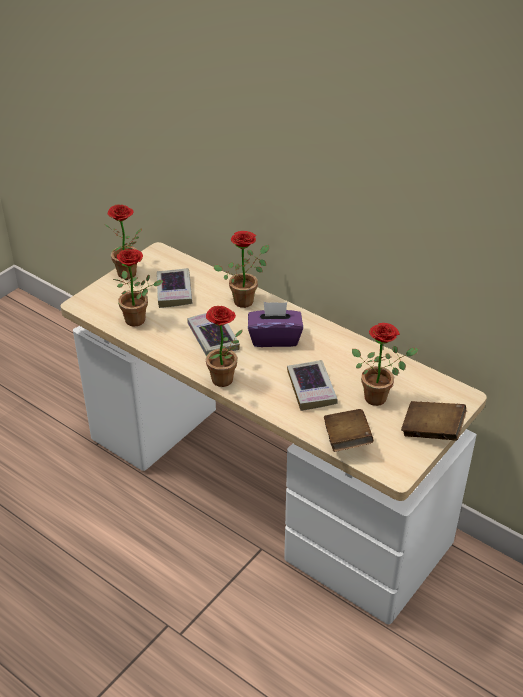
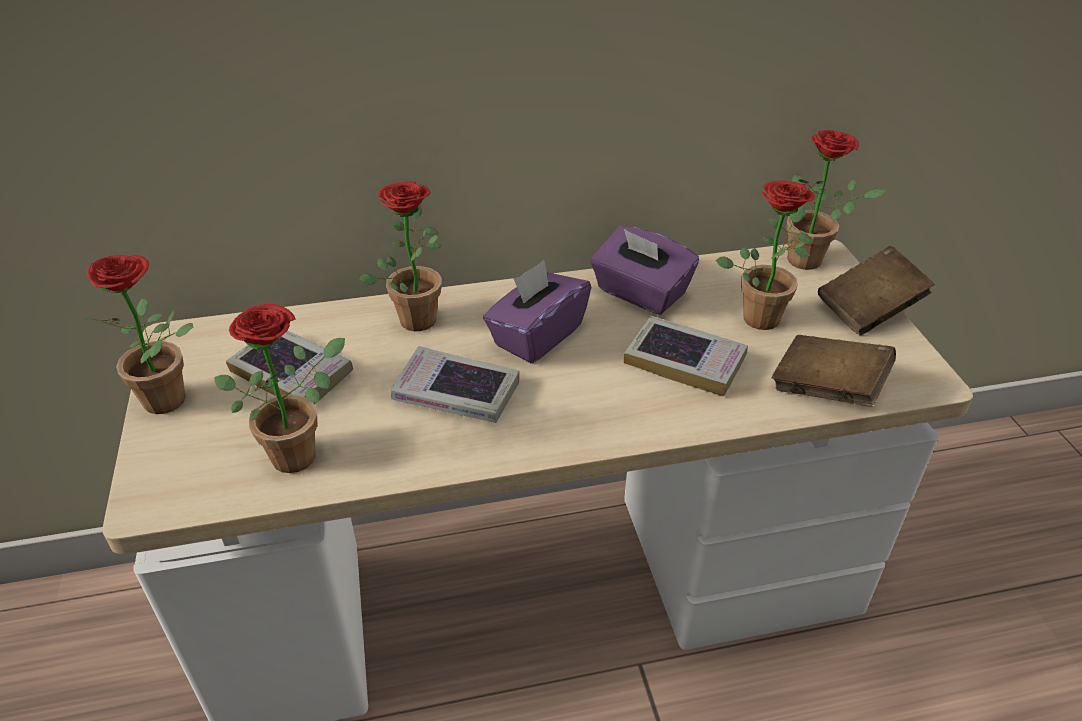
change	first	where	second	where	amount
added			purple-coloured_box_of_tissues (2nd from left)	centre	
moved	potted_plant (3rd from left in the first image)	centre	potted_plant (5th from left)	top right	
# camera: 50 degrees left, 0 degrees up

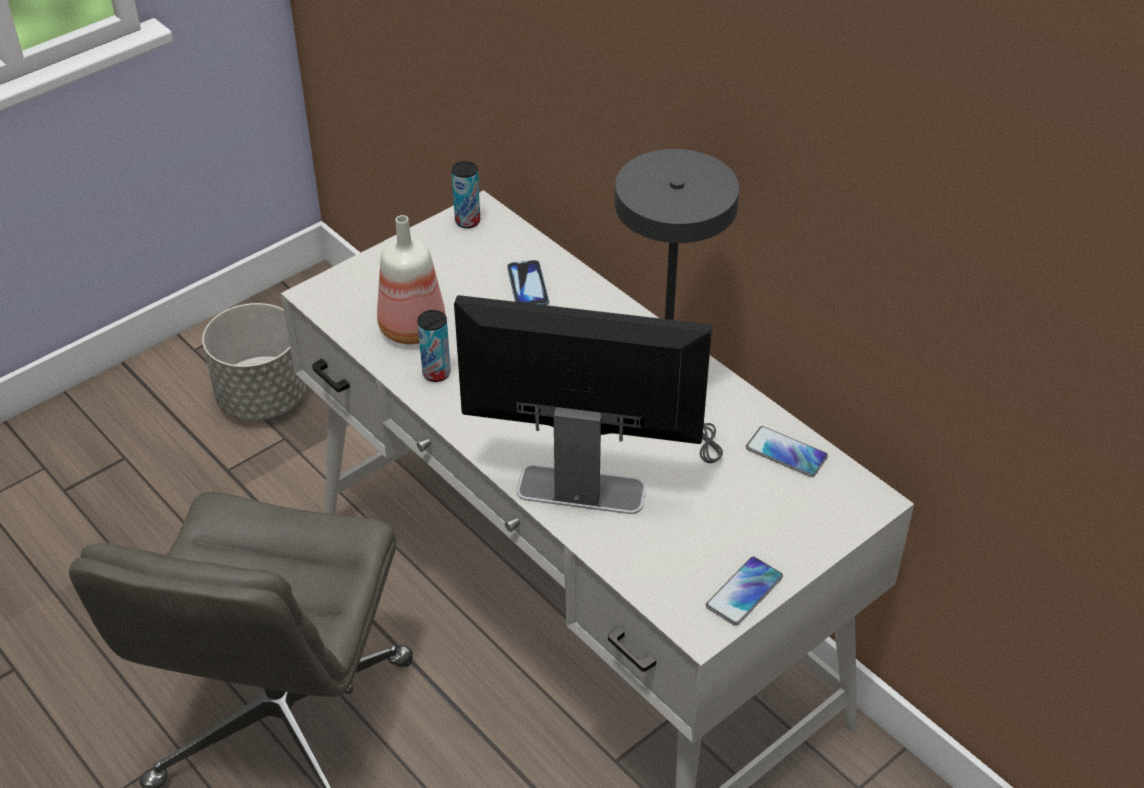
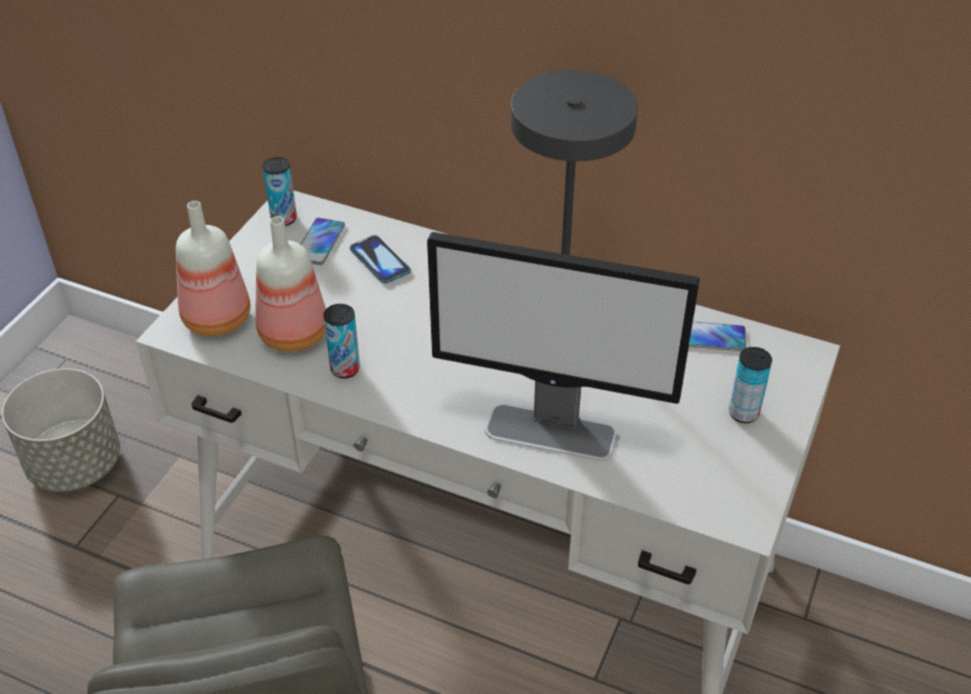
change	first	where	second	where	amount
added			drink_bottle (1st from left)	middle left	
moved	telephone (2nd from left in the first image)	bottom centre	telephone (1st from left)	middle left	
turned	monitor	centre		centre	150 degrees counterclockwise
added			can (3rd from left)	middle right	
# camera: 25 degrees left, 0 degrees up

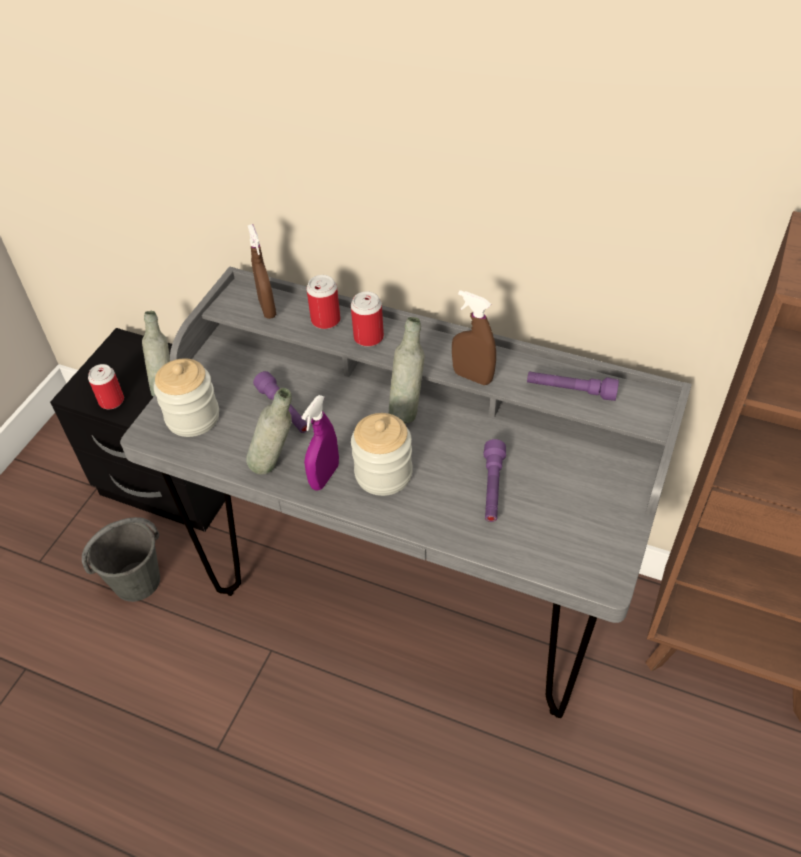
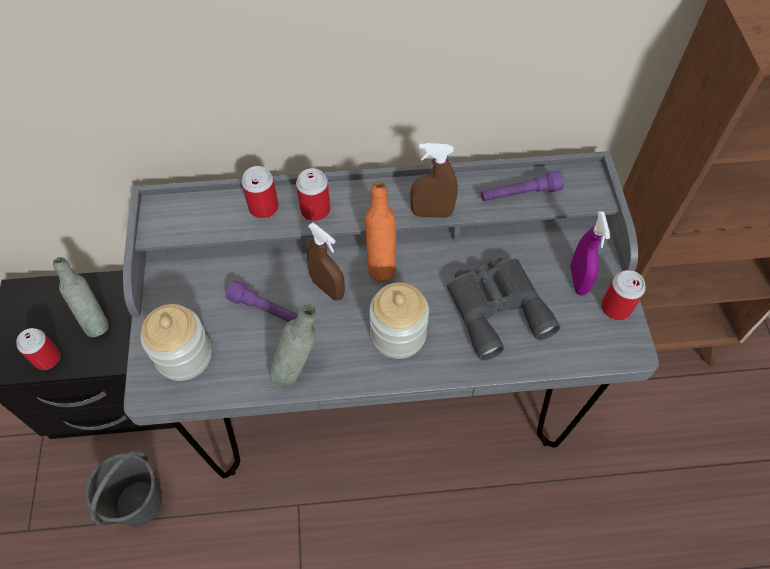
change	first	where	second	where	amount
moved	brownish_hand_sprayer (1st from left)	top left		centre	
recoloured	greyish_drink_bottle (3rd from left)	centre	orange-coloured_drink_bottle	centre	
replaced	purple-coloured_torch (2nd from left)	centre	greyish_pair_of_binoculars	centre	
moved	purple-coloured_hand_sprayer	centre		middle right	
added			can (4th from left)	middle right	
# camera: 30 degrees left, 10 degrees up

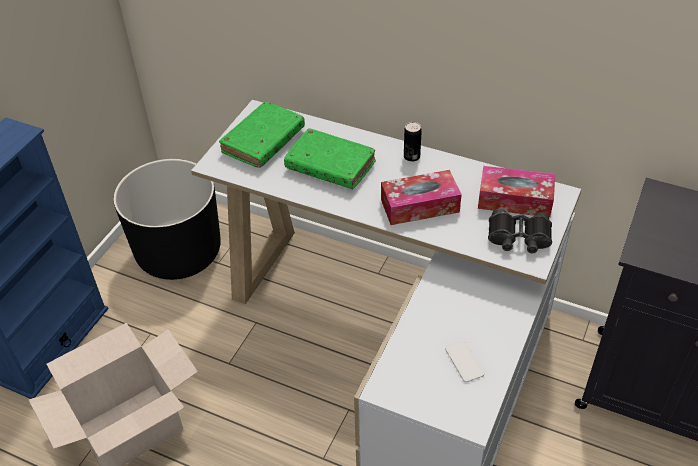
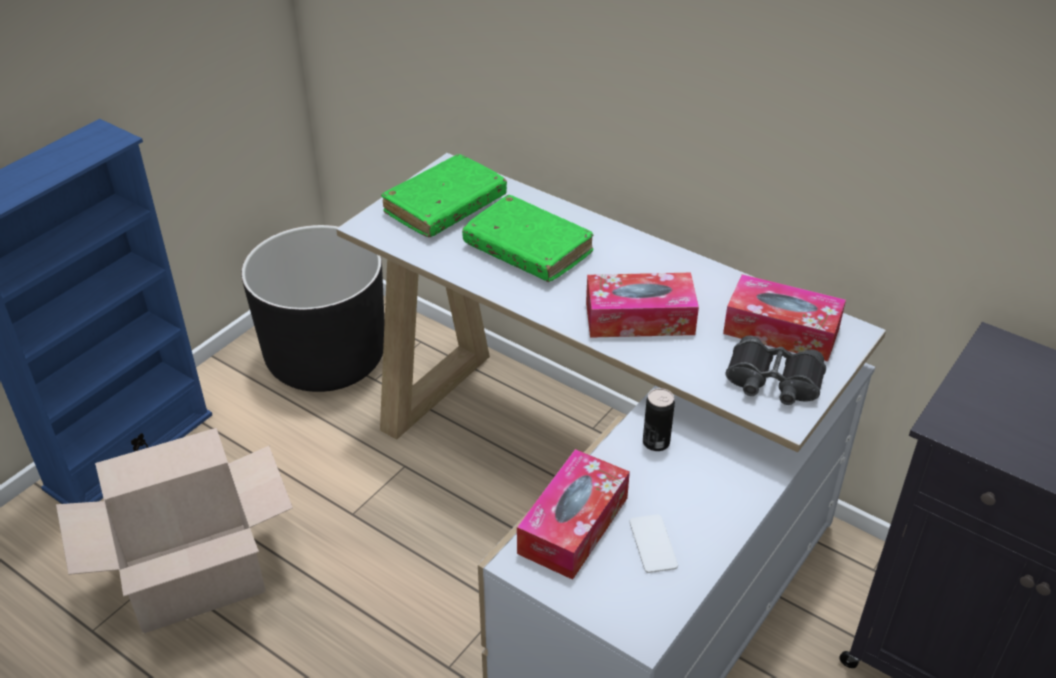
change	first	where	second	where	amount
added			box_of_tissues (1st from left)	bottom centre	
moved	can	top centre		centre	
# camera: 10 degrees right, 5 degrees down

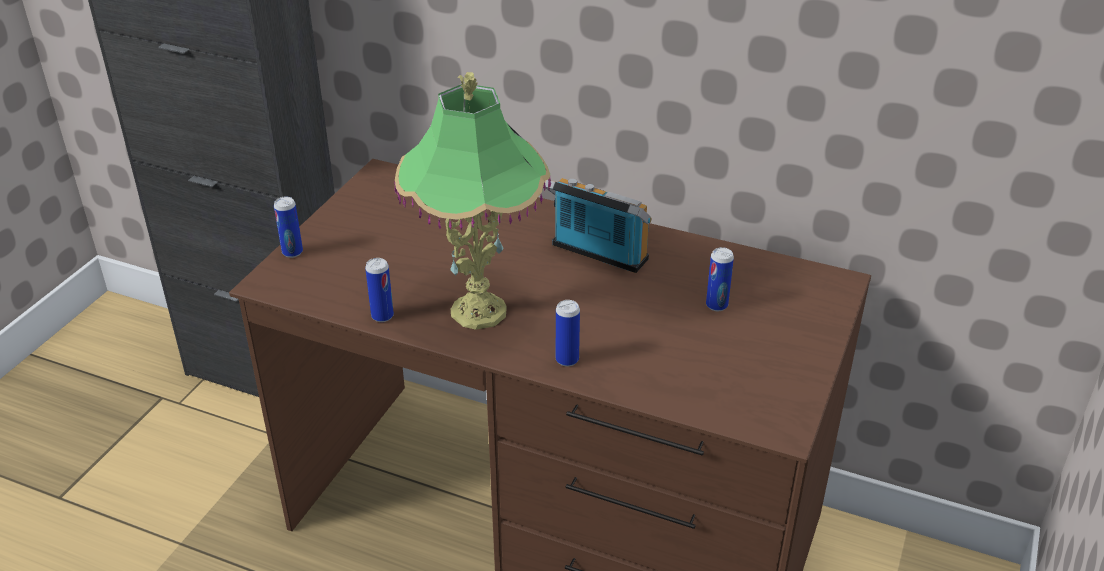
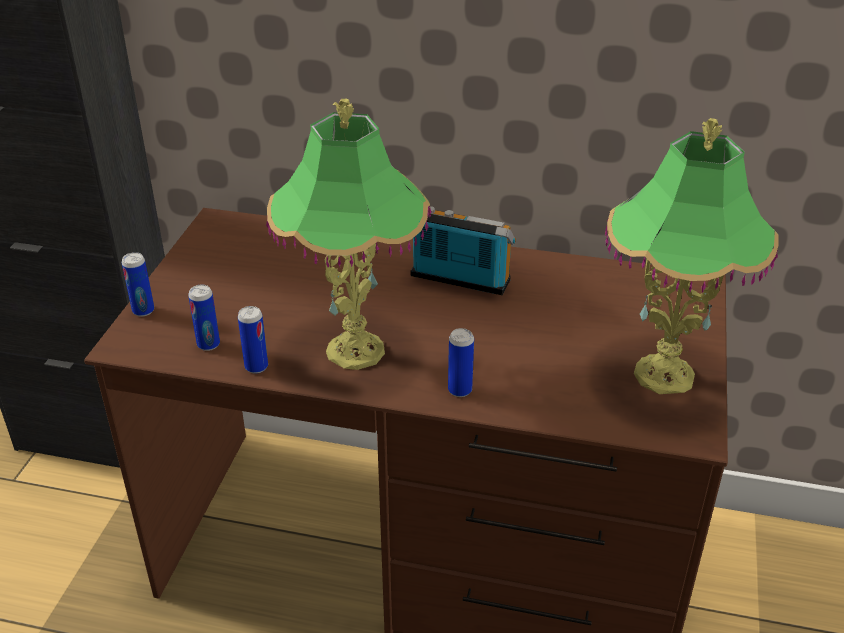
change	first	where	second	where	amount
moved	can (4th from left in the first image)	centre	can (2nd from left)	middle left	
added			tabletop_lamp (2nd from left)	middle right	
# camera: 10 degrees left, 0 degrees up

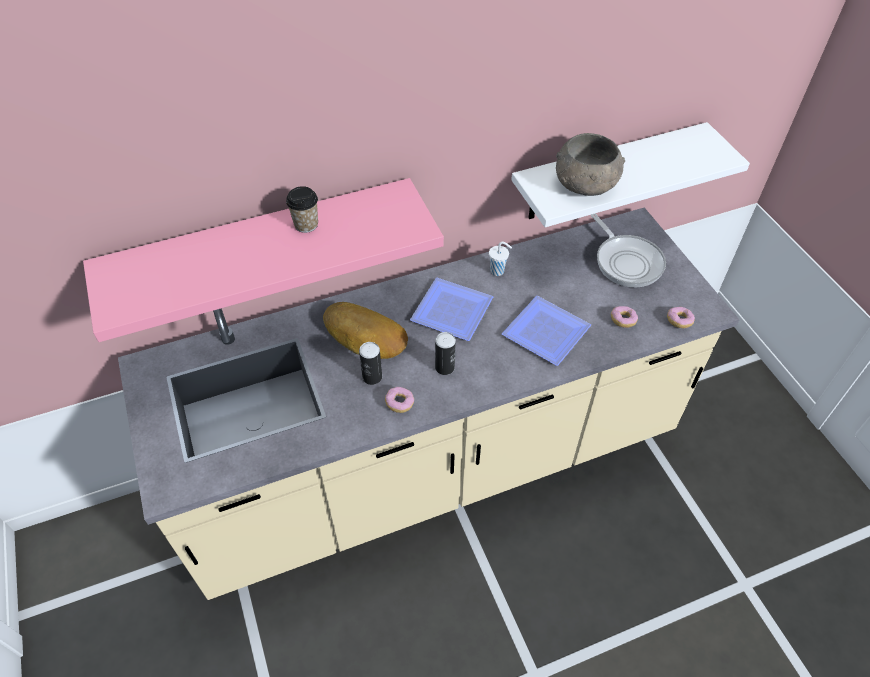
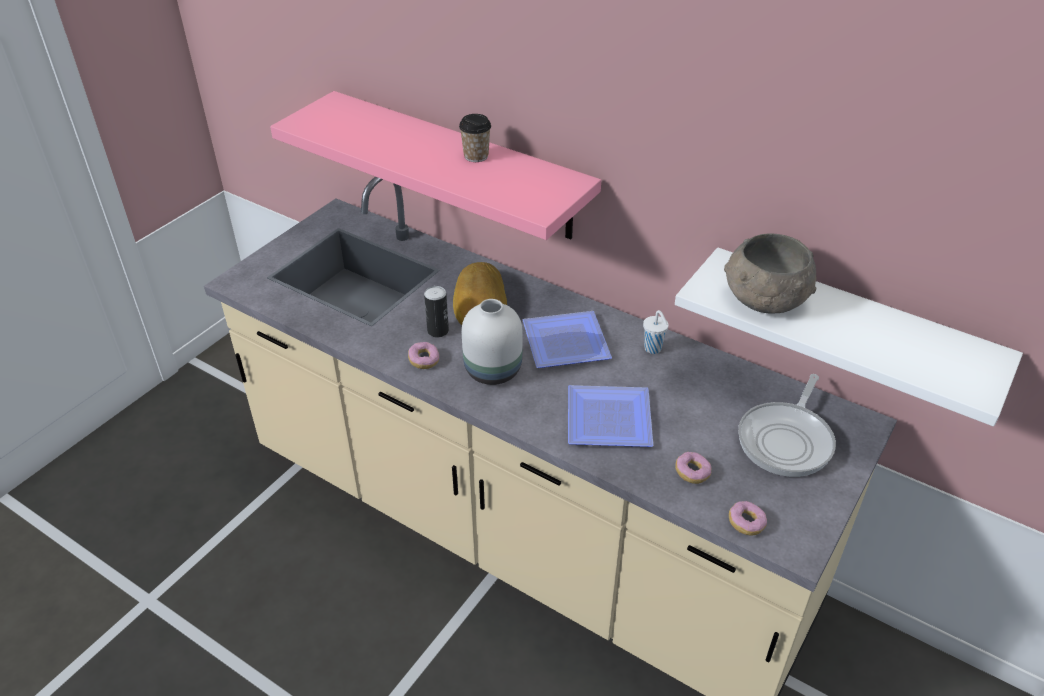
change	first	where	second	where	amount
replaced	can (2nd from left)	centre	white_vase	centre	
# camera: 55 degrees right, 10 degrees down

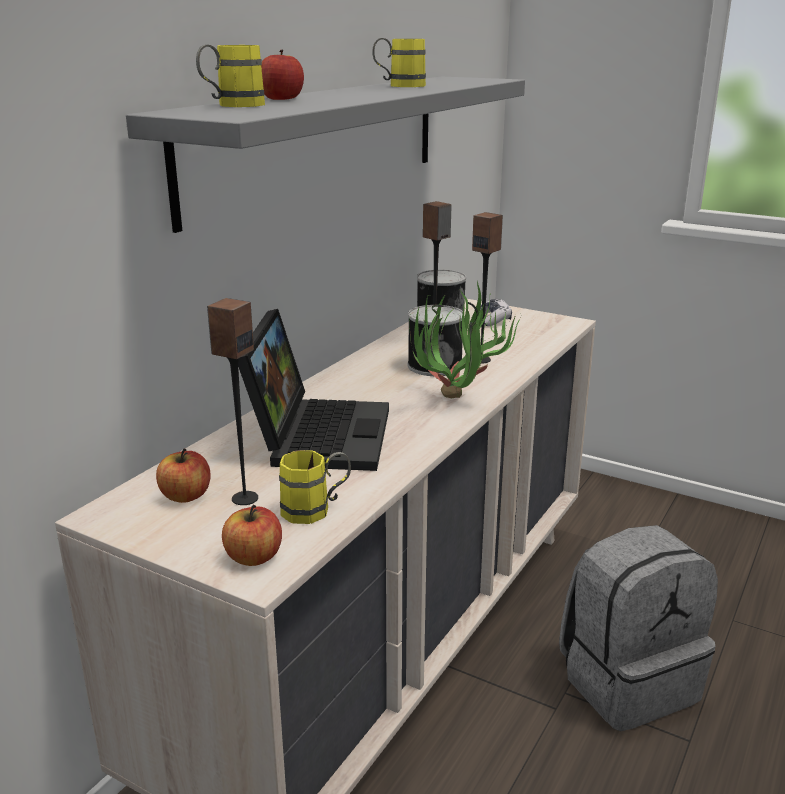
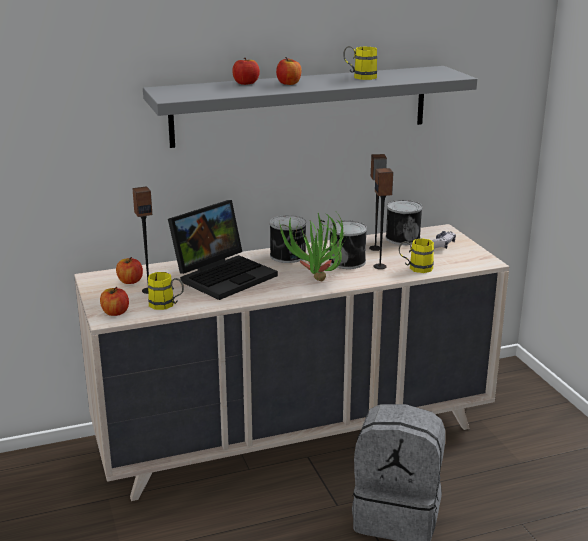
change	first	where	second	where	amount
added			can (1st from left)	centre	
added			whole_apple (4th from left)	top centre	
moved	yellow_mug (1st from left in the first image)	top left	yellow_mug (3rd from left)	middle right	
# camera: 40 degrees right, 0 degrees up

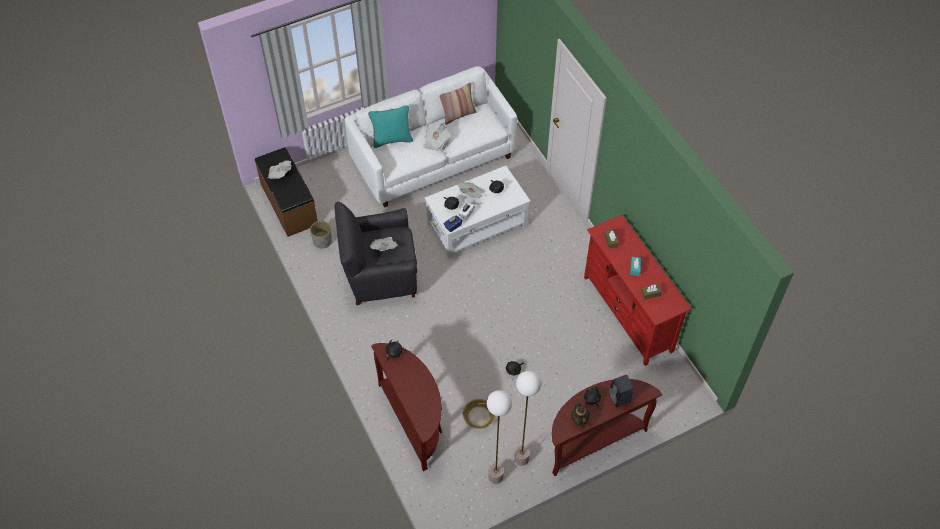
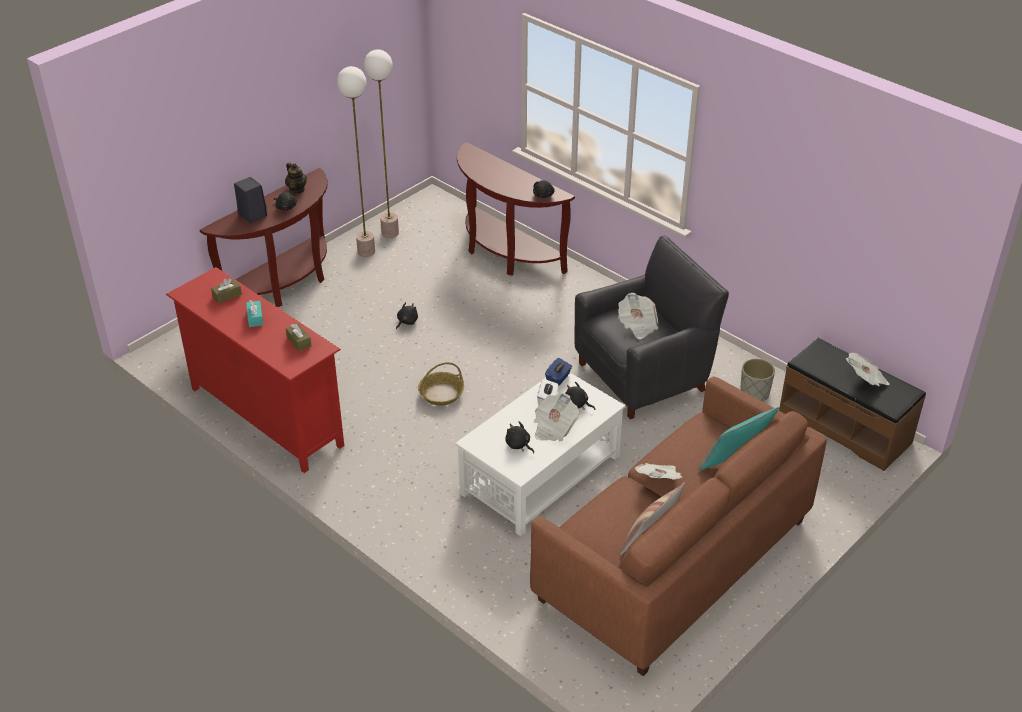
change	first	where	second	where	amount
moved	basket	bottom centre		centre	
recoloured	white_sofa	top centre	brownish_sofa	bottom centre	
# camera: 160 degrees right, 15 degrees down

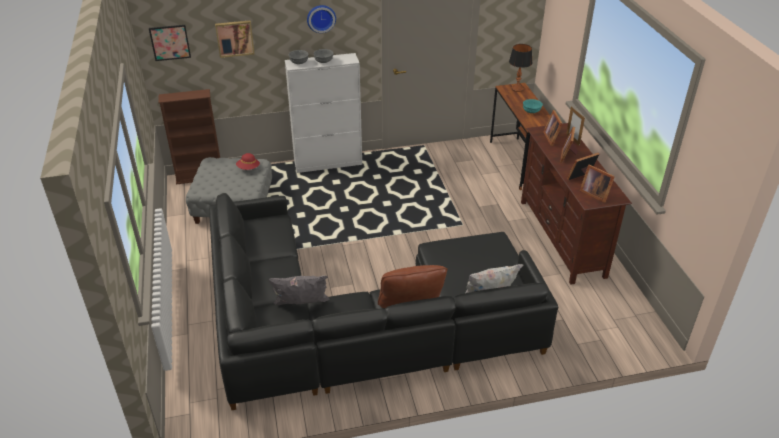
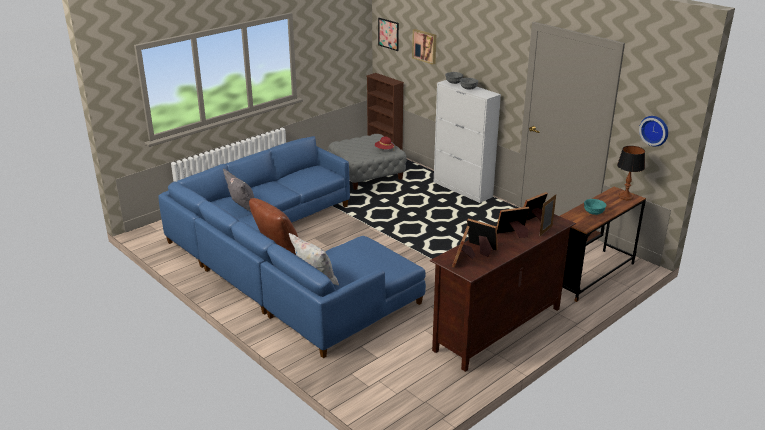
change	first	where	second	where	amount
recoloured	blackish_sofa	bottom centre	blue_sofa	centre	
moved	hanging_clock	top centre		top right	
# camera: 60 degrees right, 10 degrees down

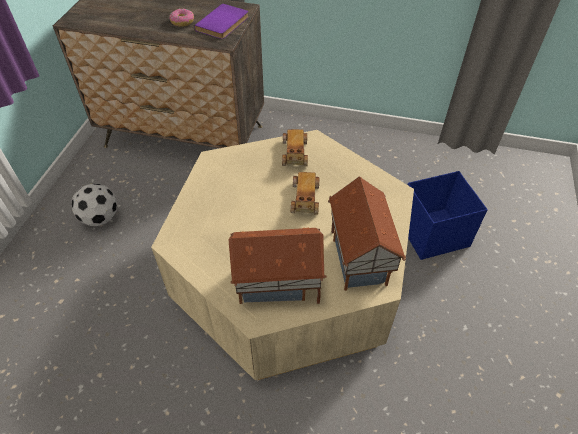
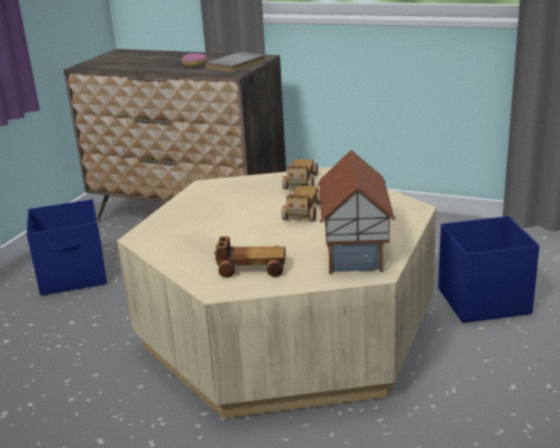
change	first	where	second	where	amount
replaced	football_ball	middle left	blue_storage_bin (1st from left)	middle left	
recoloured	purple-coloured_bound_book	top centre	greyish_bound_book	top centre	
replaced	miniature_house (1st from left)	centre	model_car (1st from left)	centre	
# camera: 10 degrees right, 25 degrees down

